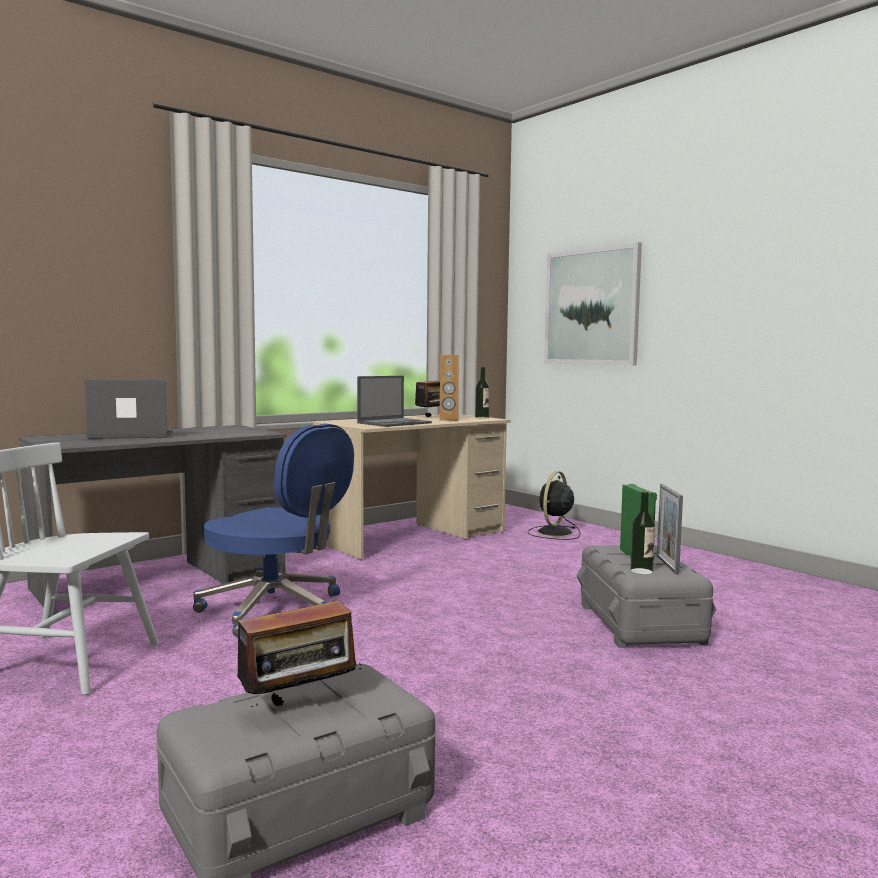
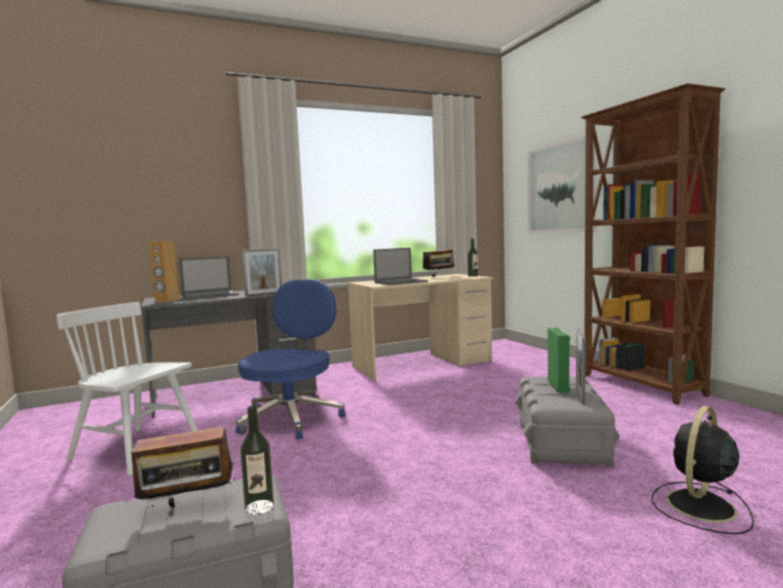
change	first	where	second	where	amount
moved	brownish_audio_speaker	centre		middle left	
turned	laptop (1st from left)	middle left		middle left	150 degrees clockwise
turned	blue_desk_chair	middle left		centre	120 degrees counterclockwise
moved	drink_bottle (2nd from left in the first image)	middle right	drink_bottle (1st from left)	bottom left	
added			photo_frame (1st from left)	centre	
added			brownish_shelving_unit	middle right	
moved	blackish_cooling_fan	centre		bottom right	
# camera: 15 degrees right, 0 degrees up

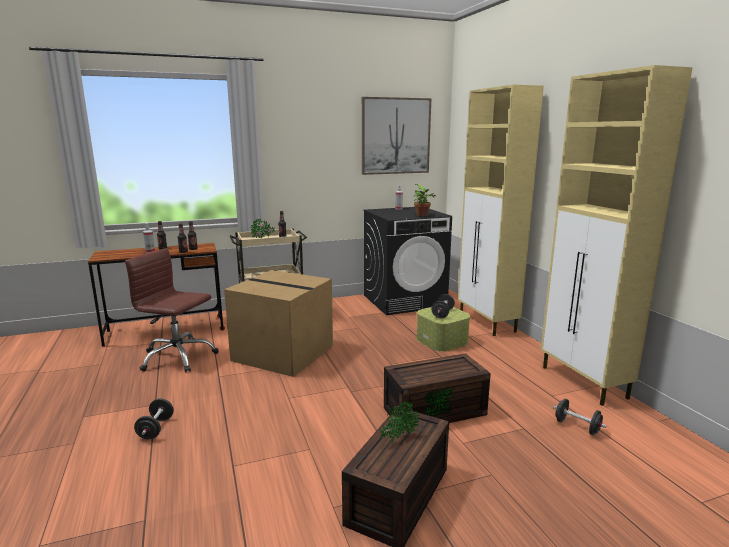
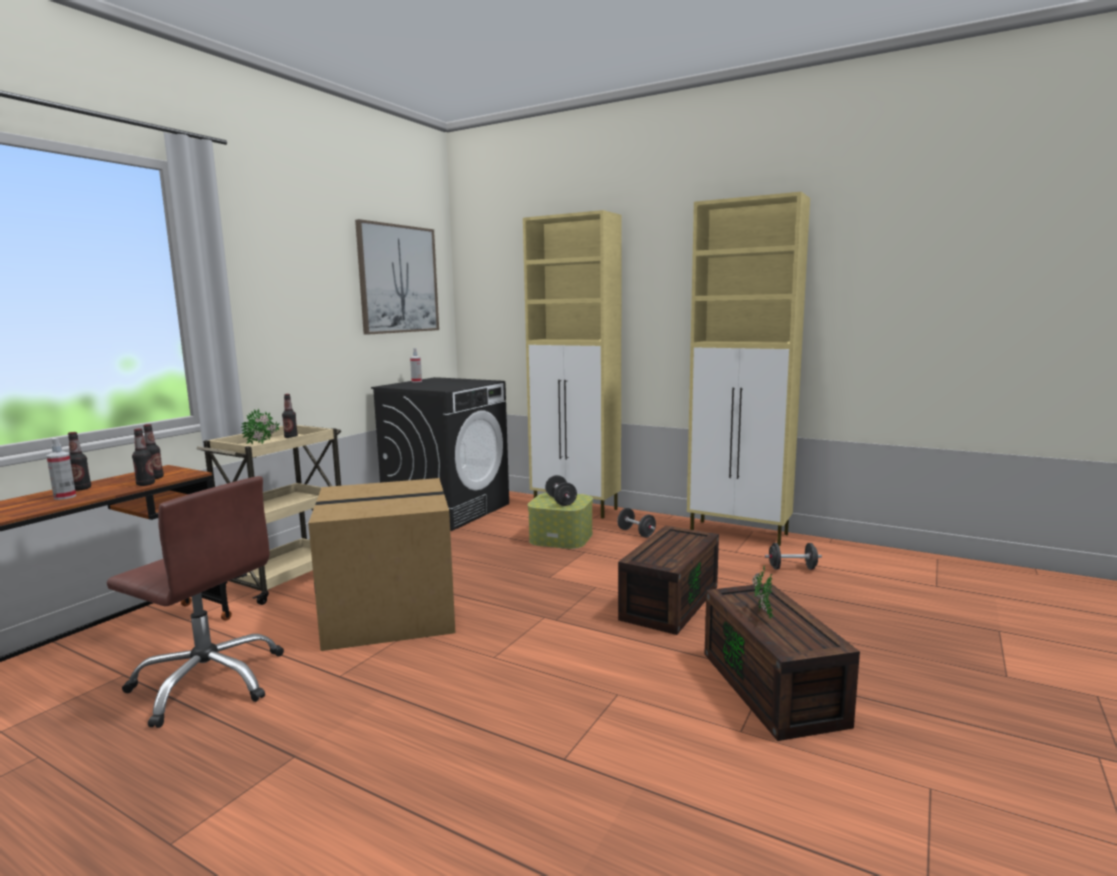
change	first	where	second	where	amount
turned	brownish_desk_chair	middle left		bottom left	135 degrees counterclockwise
moved	blackish_dumbbell (1st from left in the first image)	bottom left	blackish_dumbbell (2nd from left)	centre	
removed	potted_plant (3rd from left)	centre			
# camera: 40 degrees left, 5 degrees down

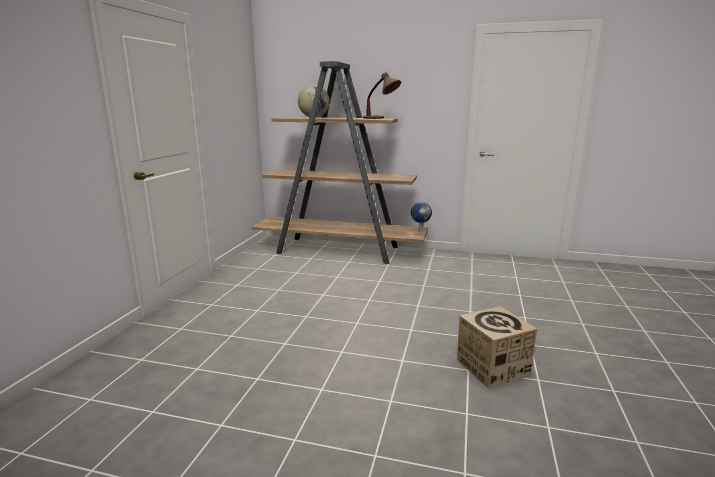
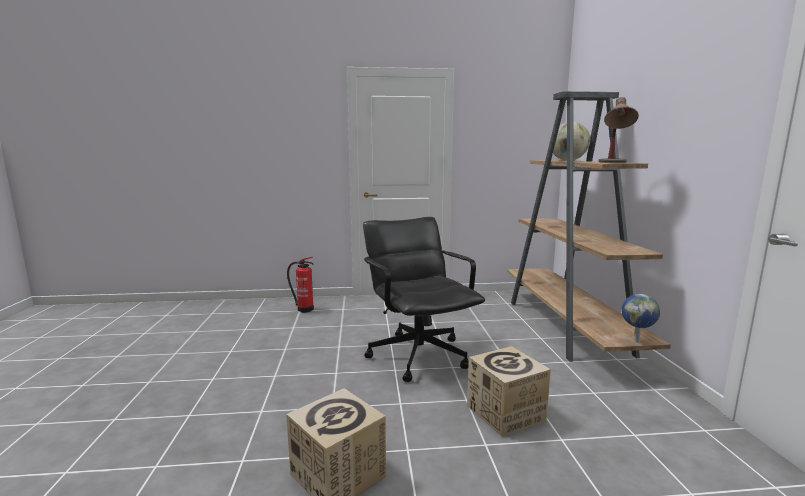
change	first	where	second	where	amount
added			fire-fighting_cylinder	centre	
added			blackish_desk_chair	centre	
added			packing_box (2nd from left)	bottom centre	
# camera: 70 degrees right, 5 degrees down

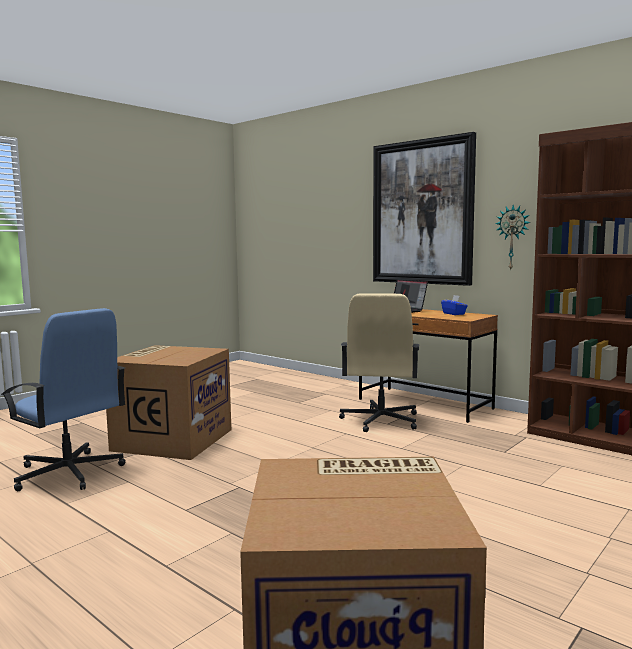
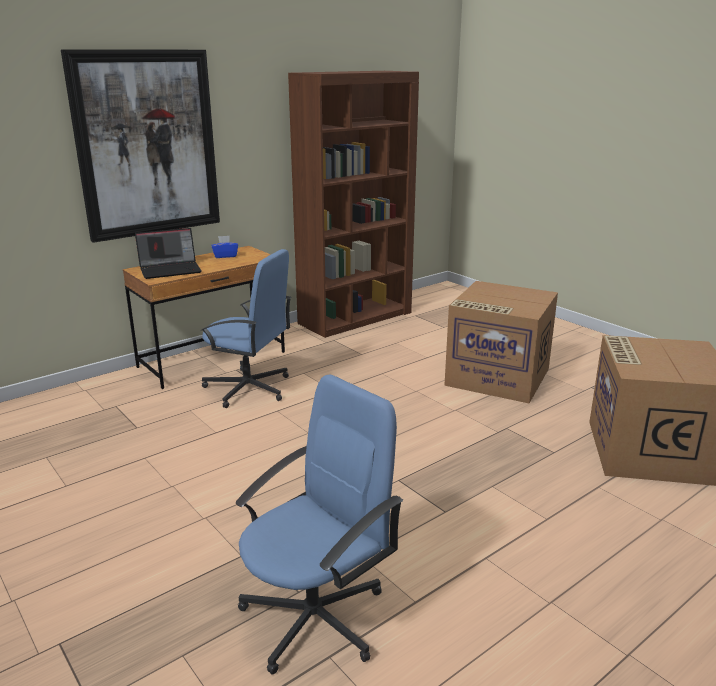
change	first	where	second	where	amount
recoloured	beige-coloured_desk_chair	centre	blue_desk_chair (1st from left)	centre	
moved	packing_box (1st from left)	middle left		middle right	
removed	hanging_clock	middle right			
# camera: 80 degrees left, 15 degrees up

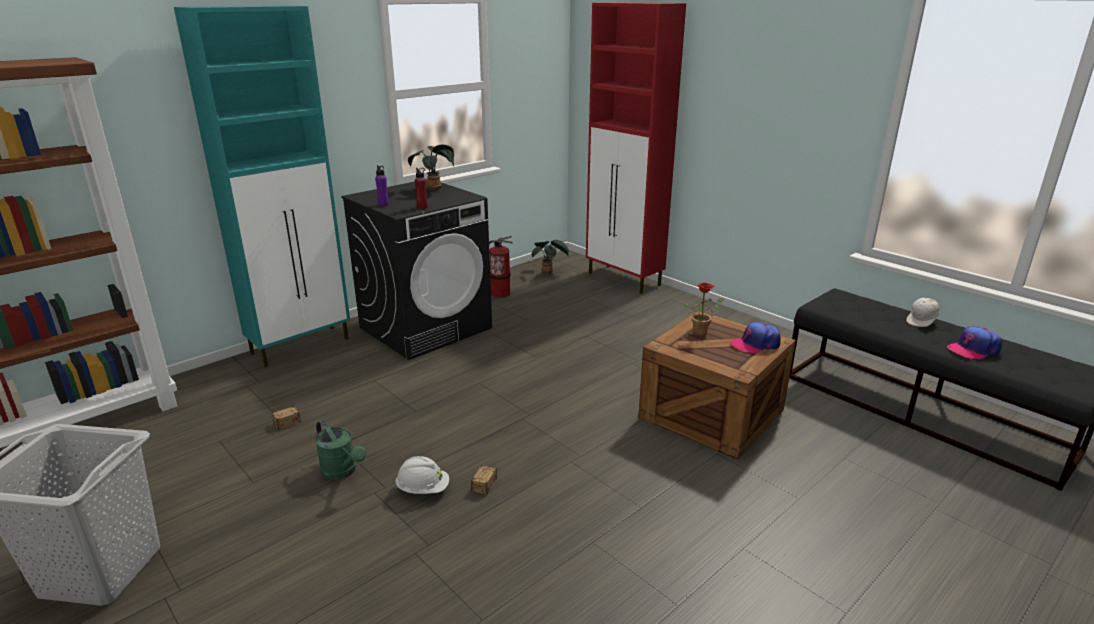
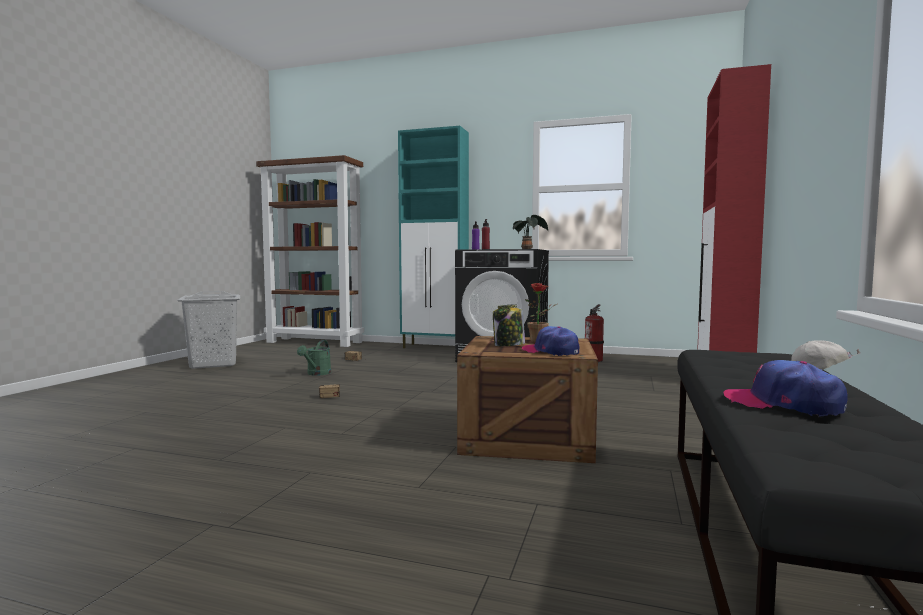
change	first	where	second	where	amount
added			jar	centre	
removed	white_safety_helmet	bottom centre			
removed	potted_plant (2nd from left)	centre			
# camera: 60 degrees right, 20 degrees down

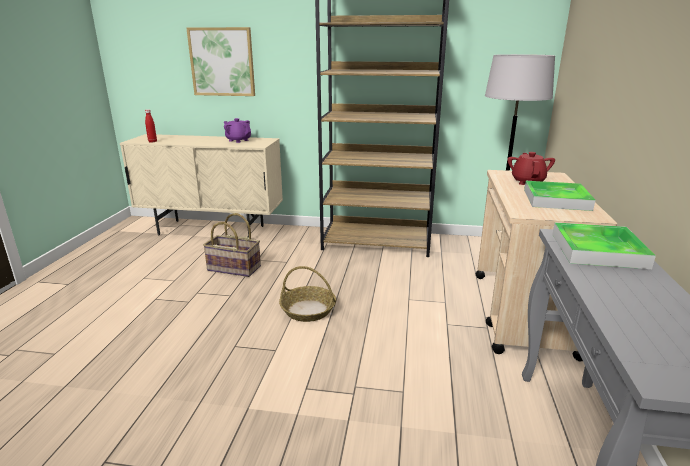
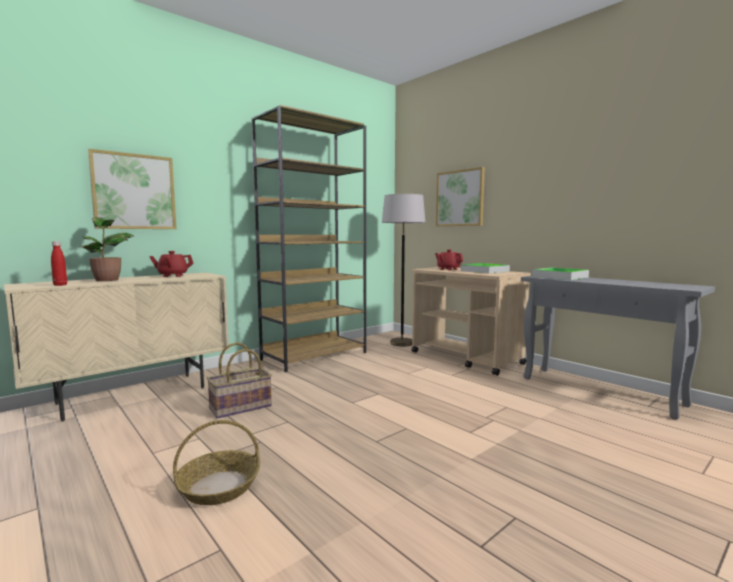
change	first	where	second	where	amount
added			potted_plant	middle left	
recoloured	purple-coloured_pot_for_tea	top centre	red-coloured_pot_for_tea (1st from left)	middle left	
moved	basket (2nd from left in the first image)	centre	basket (1st from left)	bottom left	
added			wall_art (2nd from left)	centre	
# camera: 50 degrees left, 15 degrees down

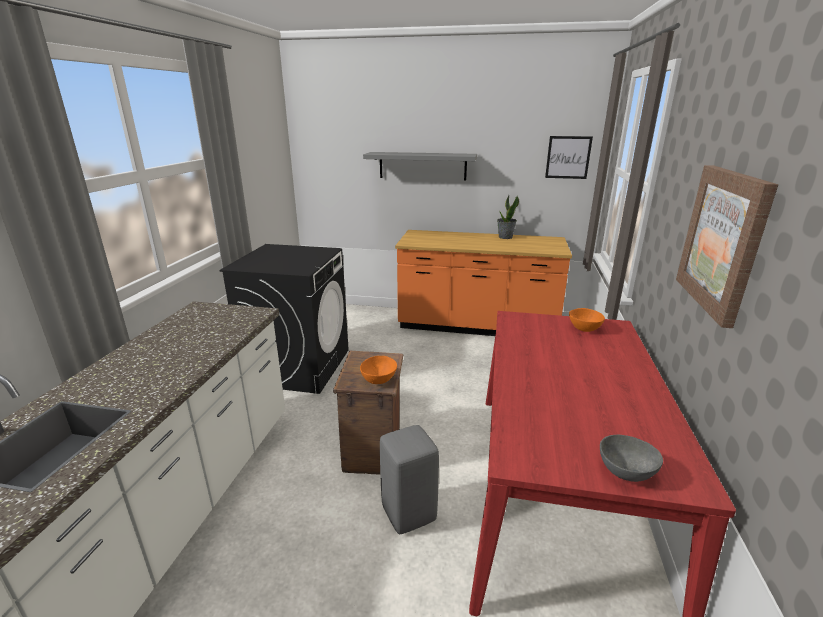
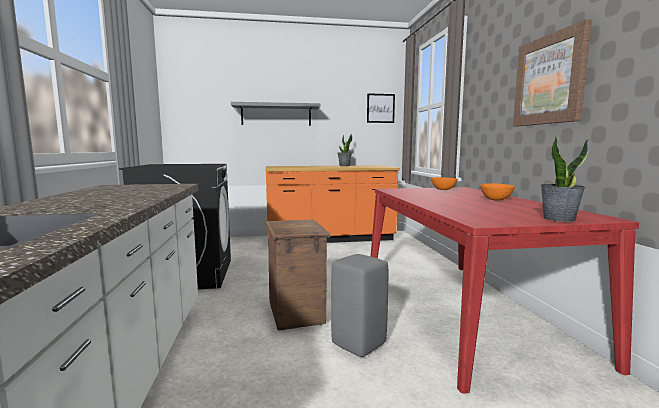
change	first	where	second	where	amount
moved	orange-coloured_deep_dish (1st from left in the first image)	centre	orange-coloured_deep_dish (2nd from left)	middle right	
replaced	greyish_deep_dish	bottom right	potted_plant (2nd from left)	middle right	
# camera: 20 degrees left, 15 degrees down

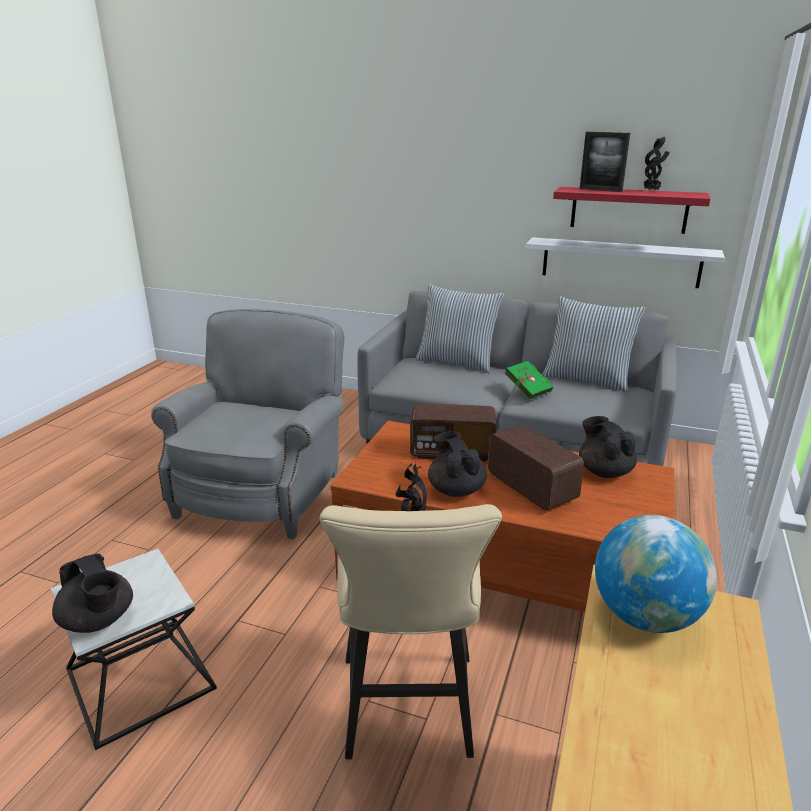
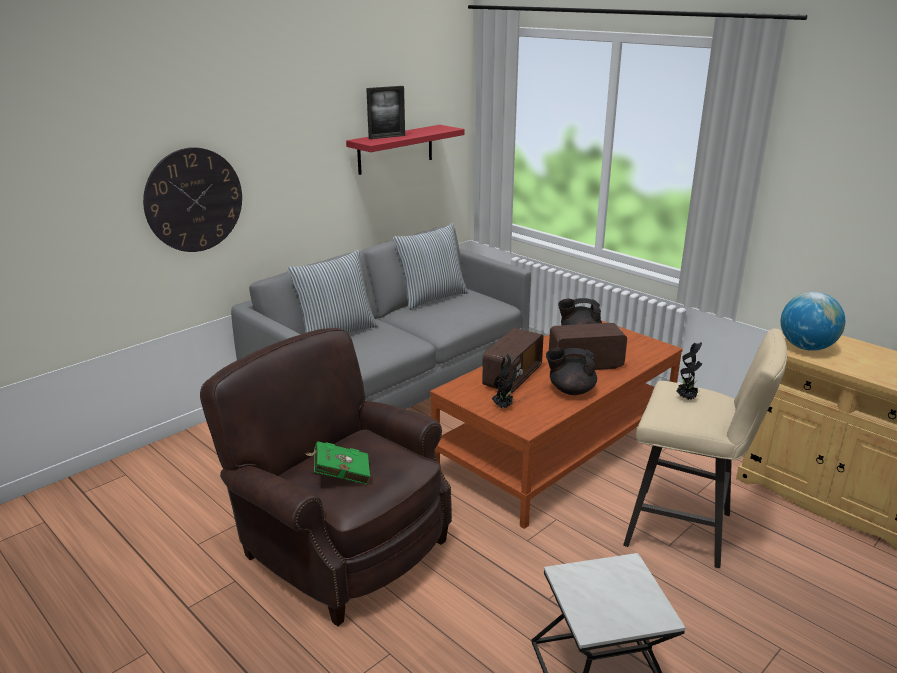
change	first	where	second	where	amount
added			hanging_clock	top left	
recoloured	greyish_easy_chair	middle left	brownish_easy_chair	bottom centre	
moved	green-coloured_bound_book	centre		bottom centre	
moved	potted_plant (2nd from left in the first image)	top right	potted_plant (1st from left)	centre	
removed	blackish_pot_for_tea (1st from left)	bottom left			
removed	white_shelf	top right			
# camera: 65 degrees left, 0 degrees up

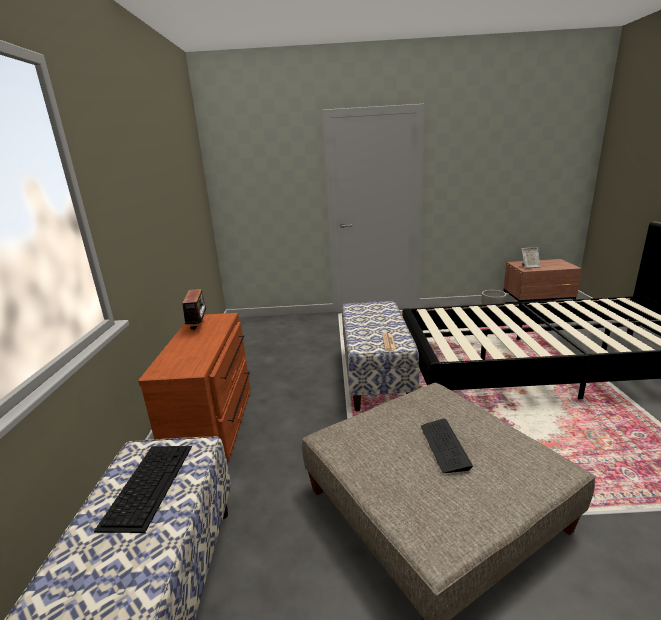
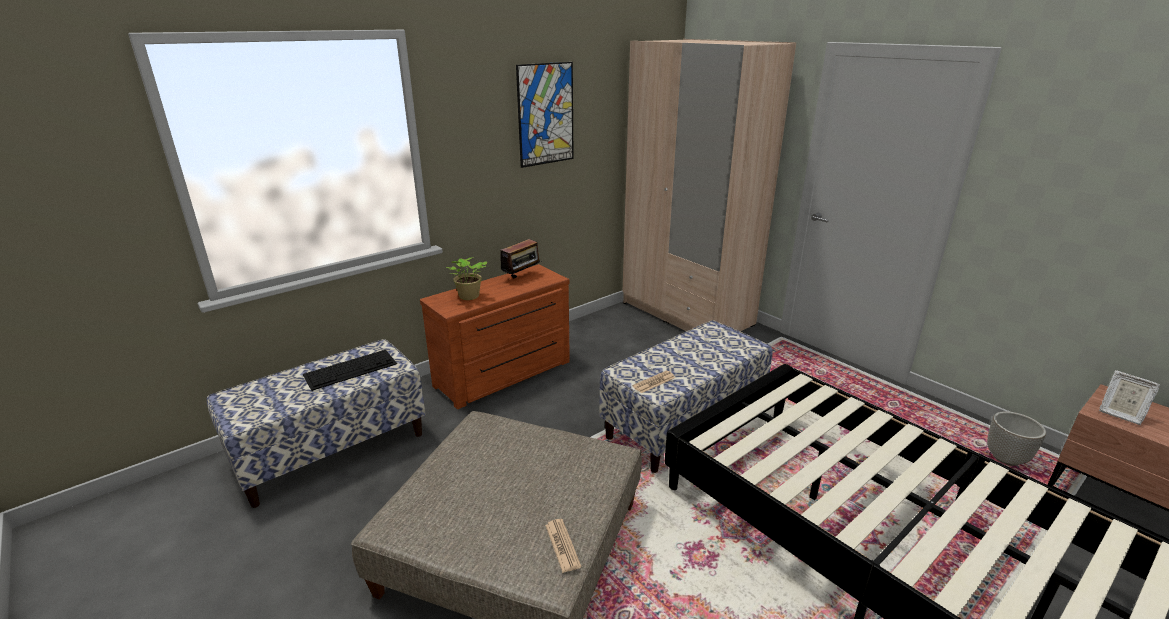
change	first	where	second	where	amount
added			potted_plant	centre	
added			wall_art	top centre	
added			daily_paper (1st from left)	bottom centre	
added			beige-coloured_clothes_cupboard	top centre	
removed	keyboard (2nd from left)	bottom right			
# camera: 50 degrees right, 5 degrees up

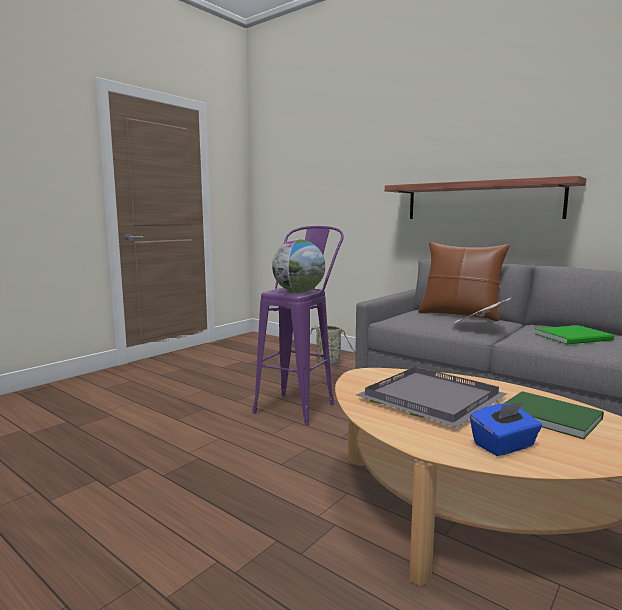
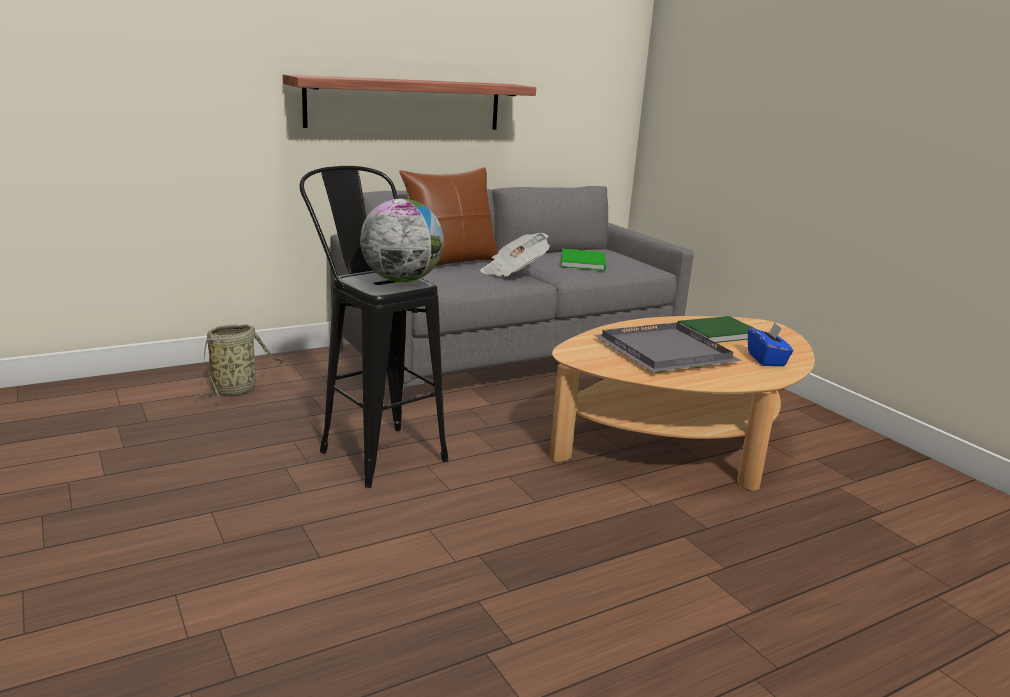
change	first	where	second	where	amount
recoloured	purple-coloured_sitting_stool	centre	blackish_sitting_stool	centre	
# camera: 70 degrees left, 10 degrees up

